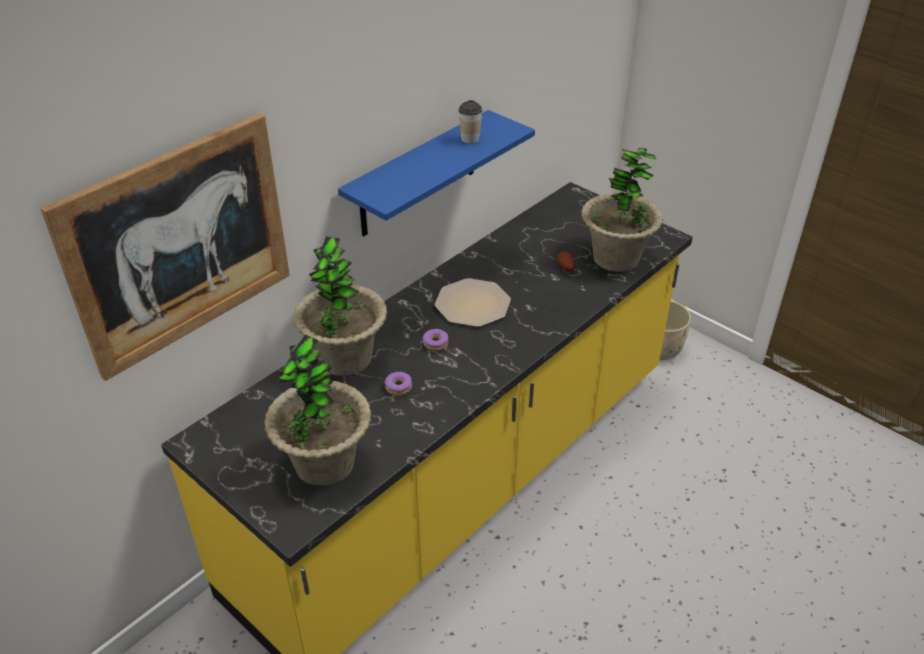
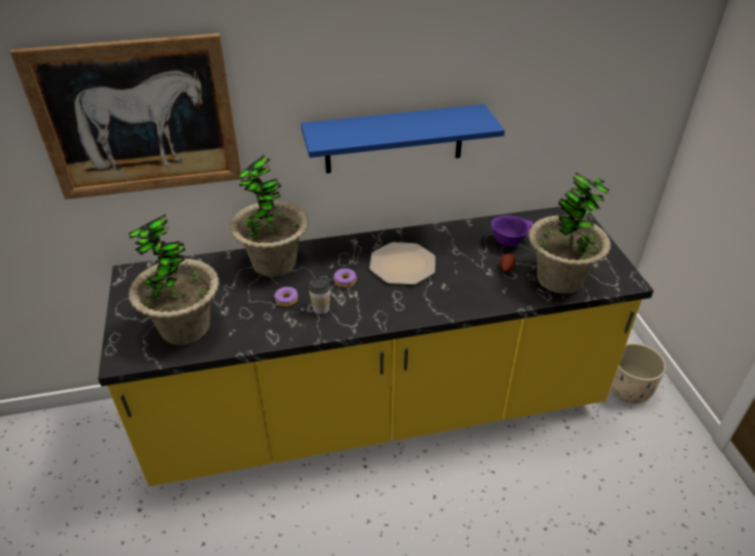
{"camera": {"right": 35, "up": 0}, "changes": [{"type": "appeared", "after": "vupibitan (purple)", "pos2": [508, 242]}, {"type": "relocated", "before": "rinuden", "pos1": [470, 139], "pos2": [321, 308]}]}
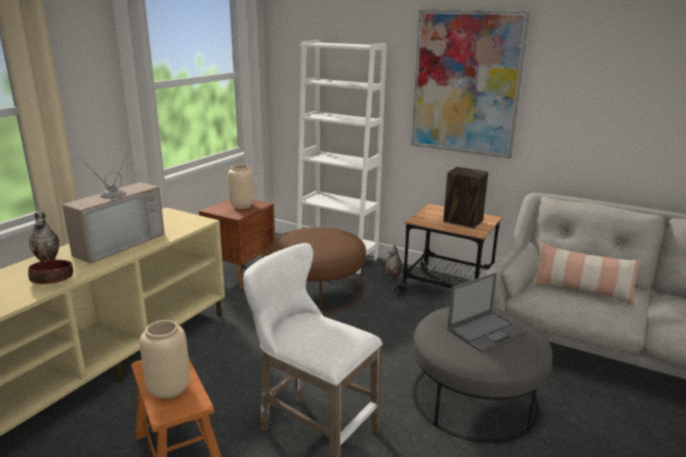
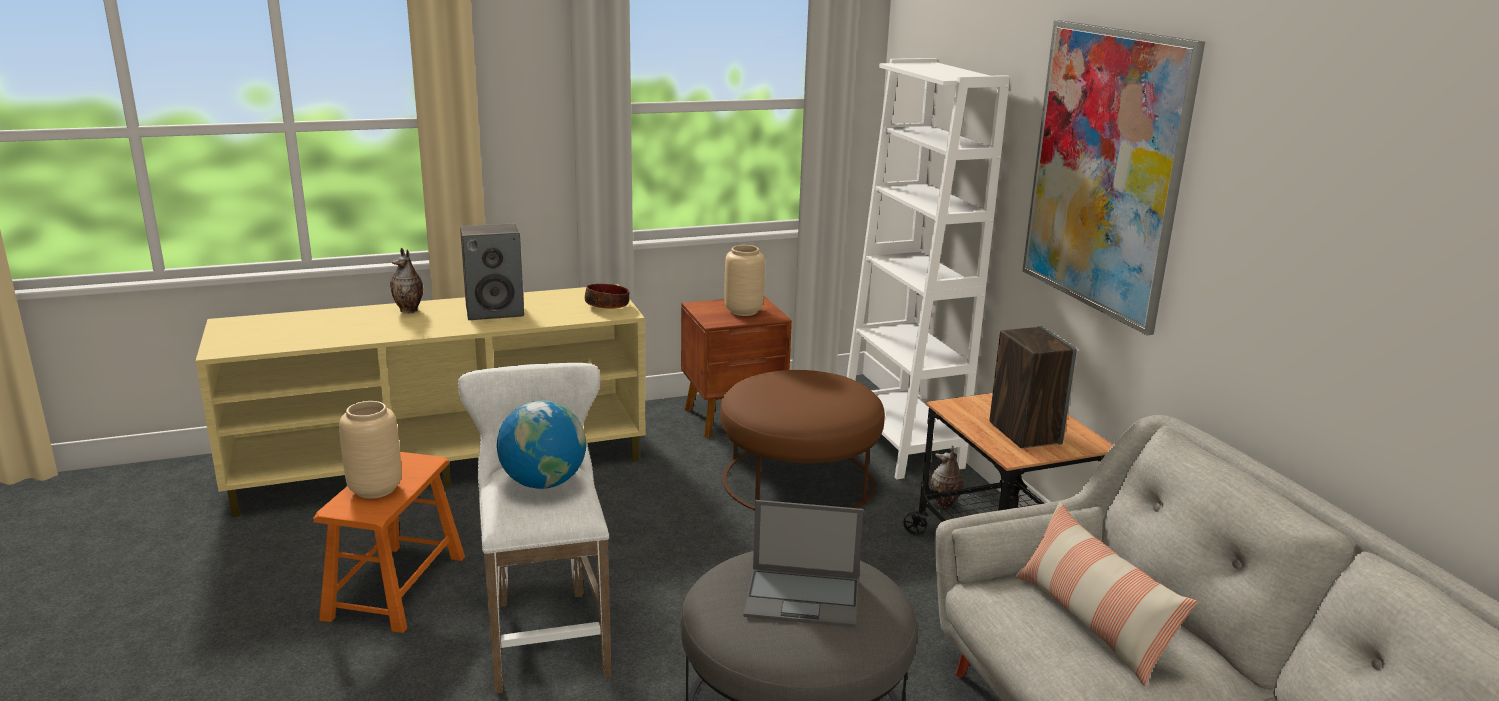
{"camera": {"right": 40, "up": 0}, "changes": [{"type": "appeared", "after": "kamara", "pos2": [544, 483]}, {"type": "relocated", "before": "vupibitan", "pos1": [53, 279], "pos2": [607, 305]}, {"type": "exchanged", "before": "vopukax", "after": "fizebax", "pos1": [117, 243], "pos2": [495, 312]}]}
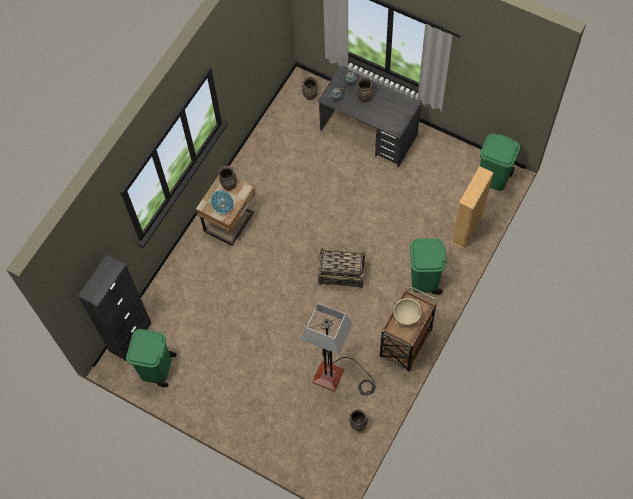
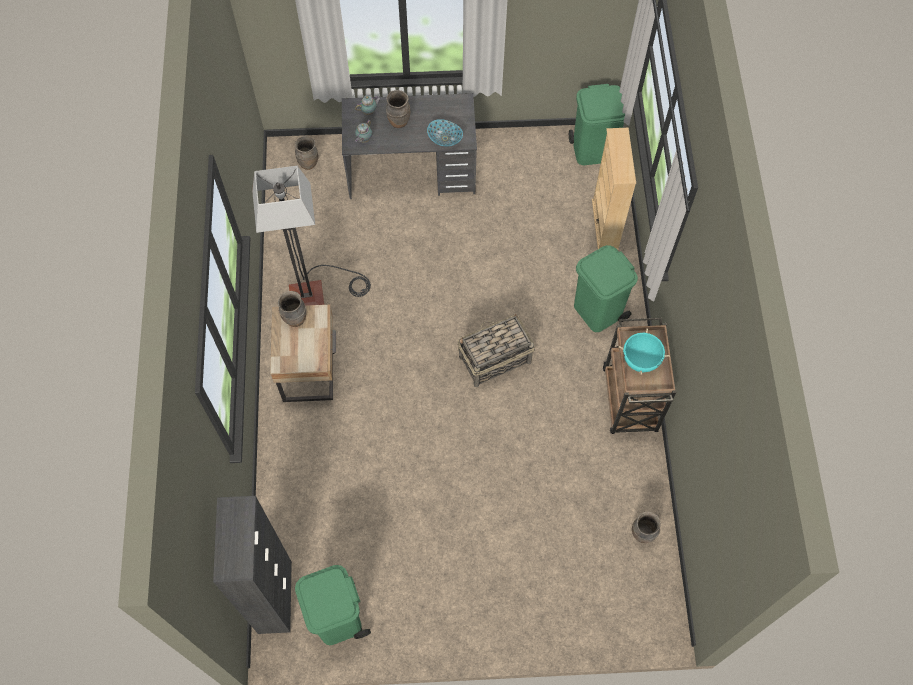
{"camera": {"right": -35, "up": 0}, "changes": [{"type": "relocated", "before": "vupibitan", "pos1": [223, 205], "pos2": [445, 138]}, {"type": "relocated", "before": "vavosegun", "pos1": [337, 377], "pos2": [318, 293]}, {"type": "colour", "before": "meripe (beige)", "after": "meripe (turquoise)", "pos1": [406, 317], "pos2": [641, 360]}]}
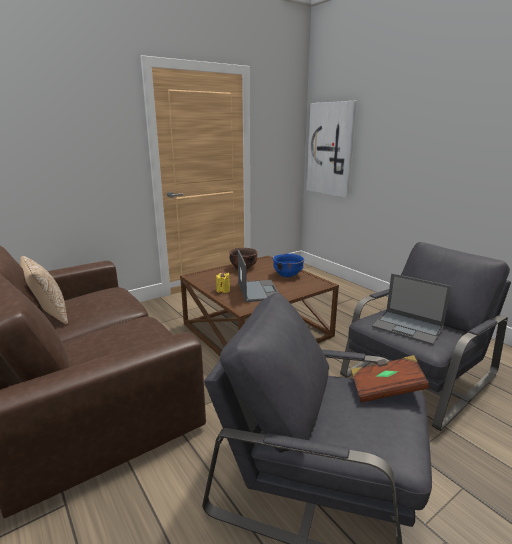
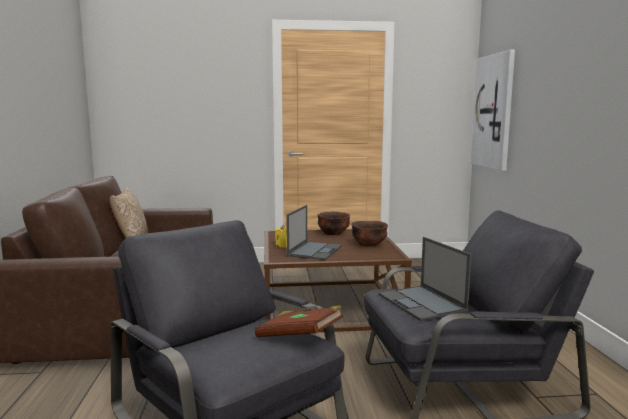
{"camera": {"right": 30, "up": -10}, "changes": [{"type": "colour", "before": "vupibitan (blue)", "after": "vupibitan (brown)", "pos1": [288, 275], "pos2": [369, 245]}]}
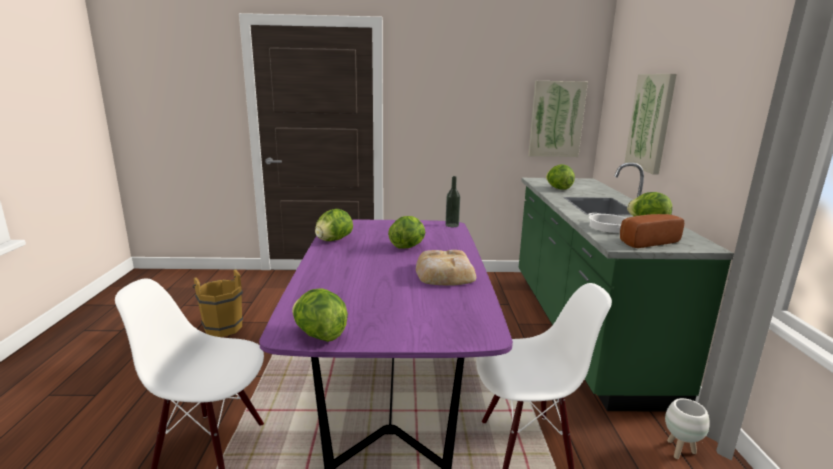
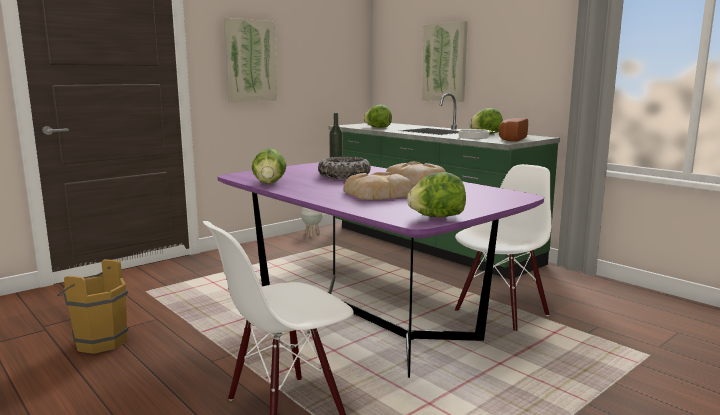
{"camera": {"right": -40, "up": -5}, "changes": [{"type": "appeared", "after": "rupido", "pos2": [380, 194]}, {"type": "relocated", "before": "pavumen", "pos1": [556, 119], "pos2": [250, 61]}, {"type": "relocated", "before": "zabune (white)", "pos1": [679, 450], "pos2": [312, 234]}, {"type": "exchanged", "before": "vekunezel", "after": "vupibitan", "pos1": [408, 246], "pos2": [344, 176]}]}
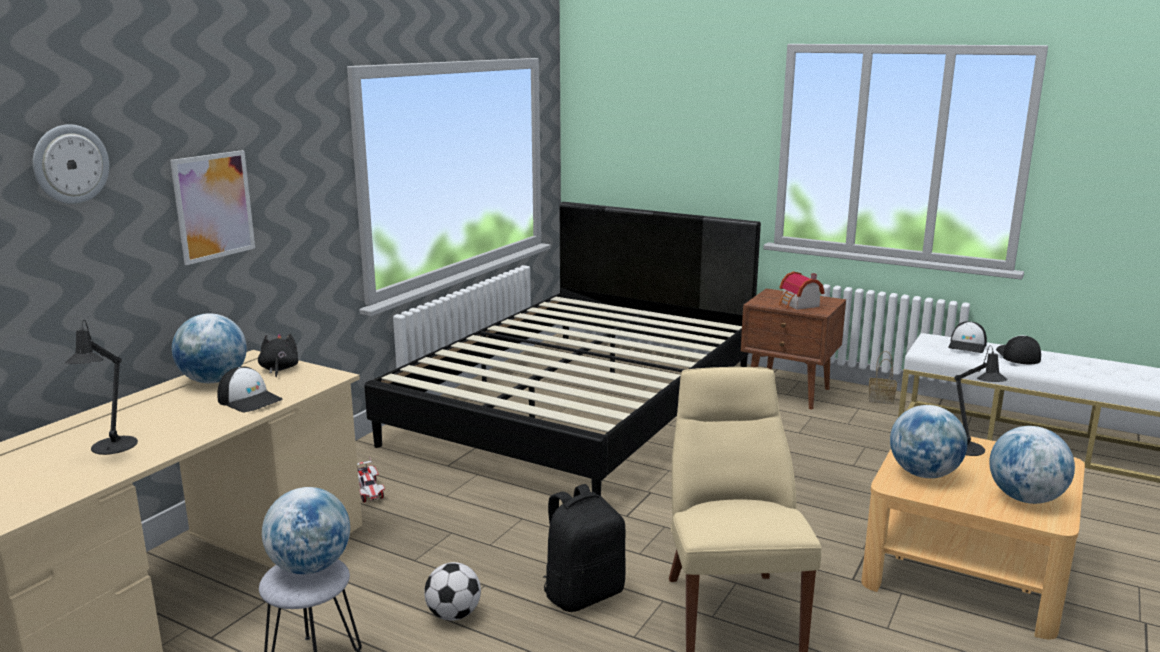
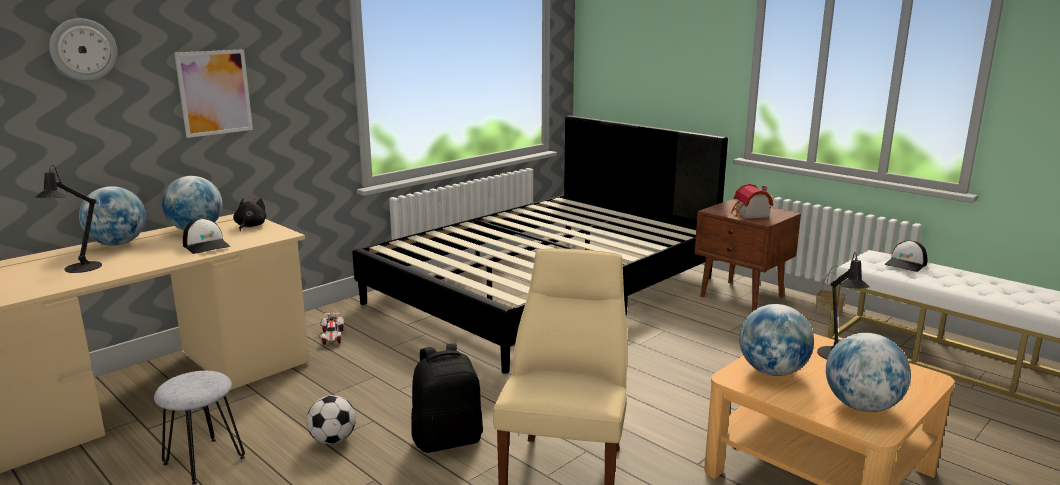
{"camera": {"right": 15, "up": 0}, "changes": [{"type": "missing", "before": "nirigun", "pos1": [1017, 355]}, {"type": "relocated", "before": "kamara", "pos1": [310, 567], "pos2": [118, 244]}]}
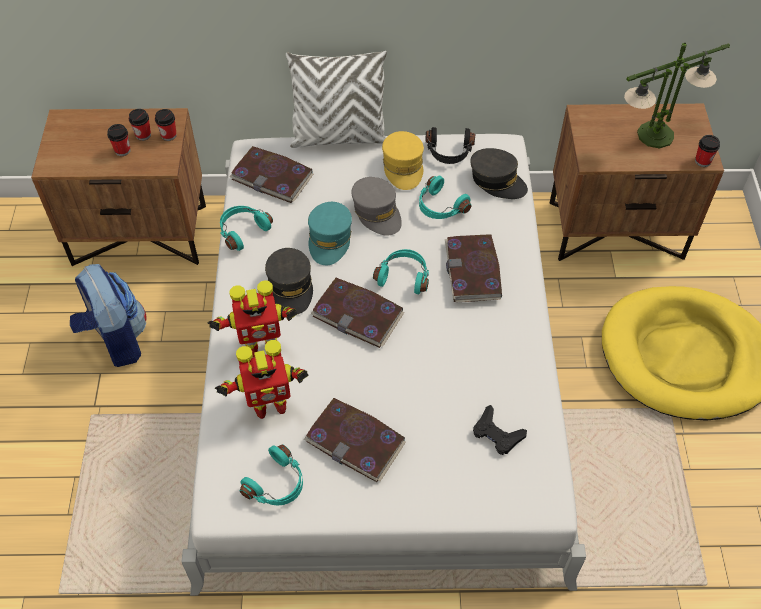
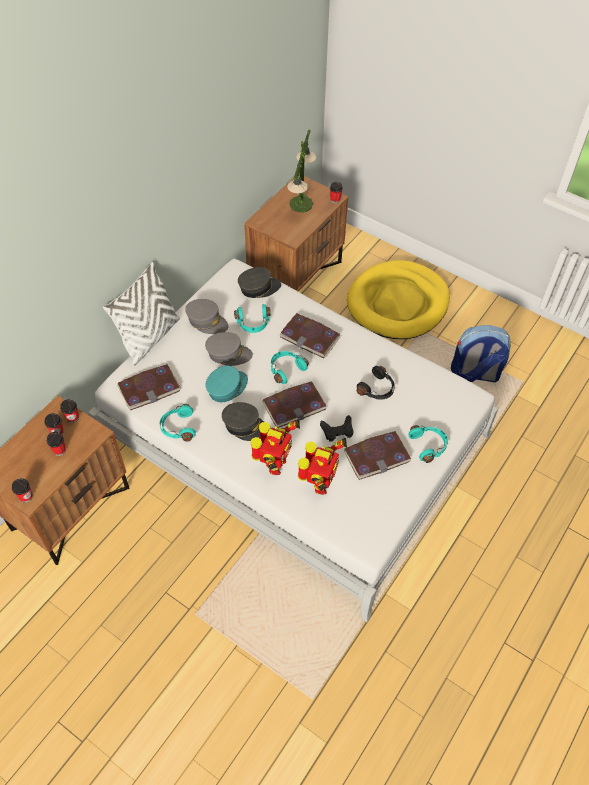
{"camera": {"right": -55, "up": 0}, "changes": [{"type": "appeared", "after": "rinuden", "pos2": [26, 496]}, {"type": "relocated", "before": "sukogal", "pos1": [116, 339], "pos2": [474, 374]}, {"type": "relocated", "before": "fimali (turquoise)", "pos1": [277, 484], "pos2": [428, 445]}, {"type": "relocated", "before": "fimali (black)", "pos1": [449, 152], "pos2": [377, 389]}, {"type": "relocated", "before": "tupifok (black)", "pos1": [497, 434], "pos2": [337, 430]}, {"type": "colour", "before": "nirigun (yellow)", "after": "nirigun (grey)", "pos1": [403, 166], "pos2": [207, 321]}, {"type": "spun", "before": "nirigun (turquoise)", "pos1": [330, 239], "pos2": [227, 388], "turn": -90}]}
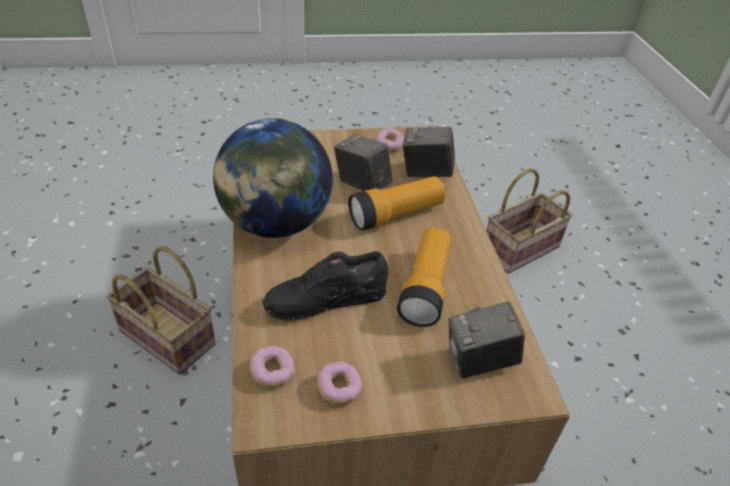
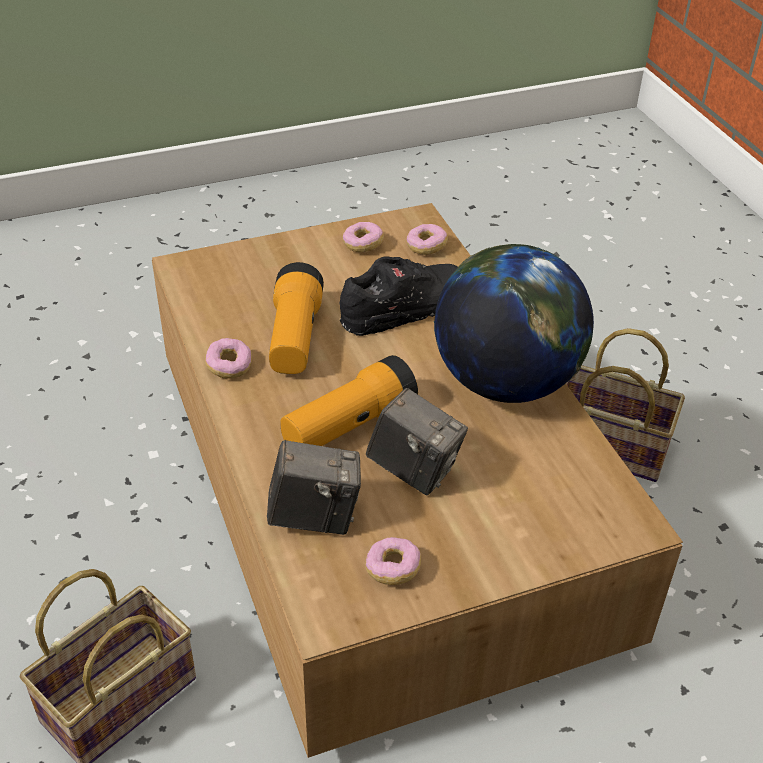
{"camera": {"right": 170, "up": 0}, "changes": [{"type": "missing", "before": "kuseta", "pos1": [479, 362]}, {"type": "appeared", "after": "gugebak", "pos2": [229, 366]}]}
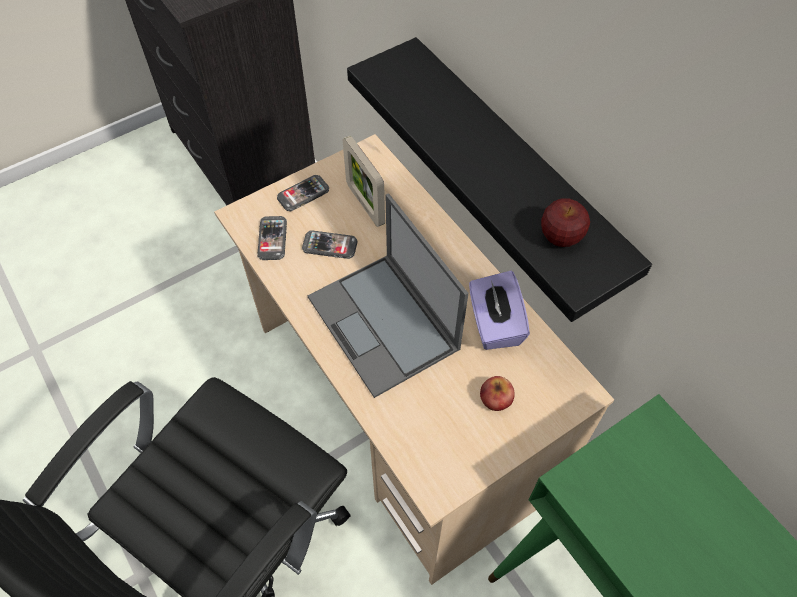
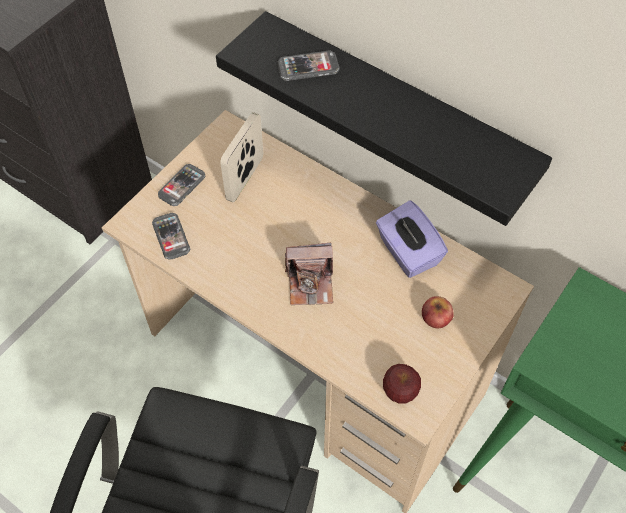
{"camera": {"right": -20, "up": 0}, "changes": [{"type": "relocated", "before": "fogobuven", "pos1": [330, 246], "pos2": [308, 67]}, {"type": "relocated", "before": "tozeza", "pos1": [560, 237], "pos2": [399, 391]}, {"type": "exchanged", "before": "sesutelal", "after": "kuseta", "pos1": [384, 324], "pos2": [310, 283]}, {"type": "spun", "before": "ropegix", "pos1": [365, 204], "pos2": [245, 179], "turn": 75}]}
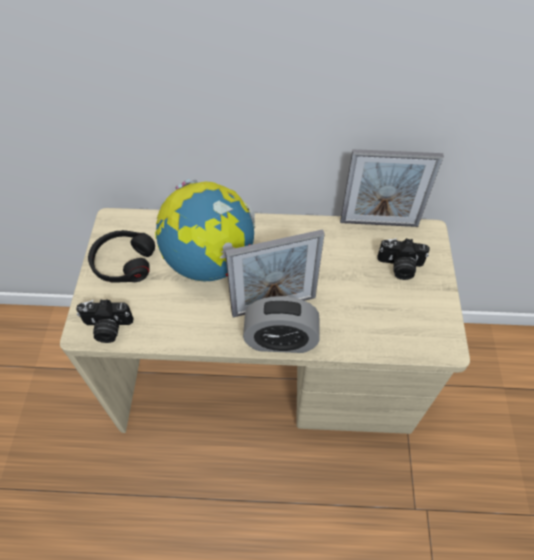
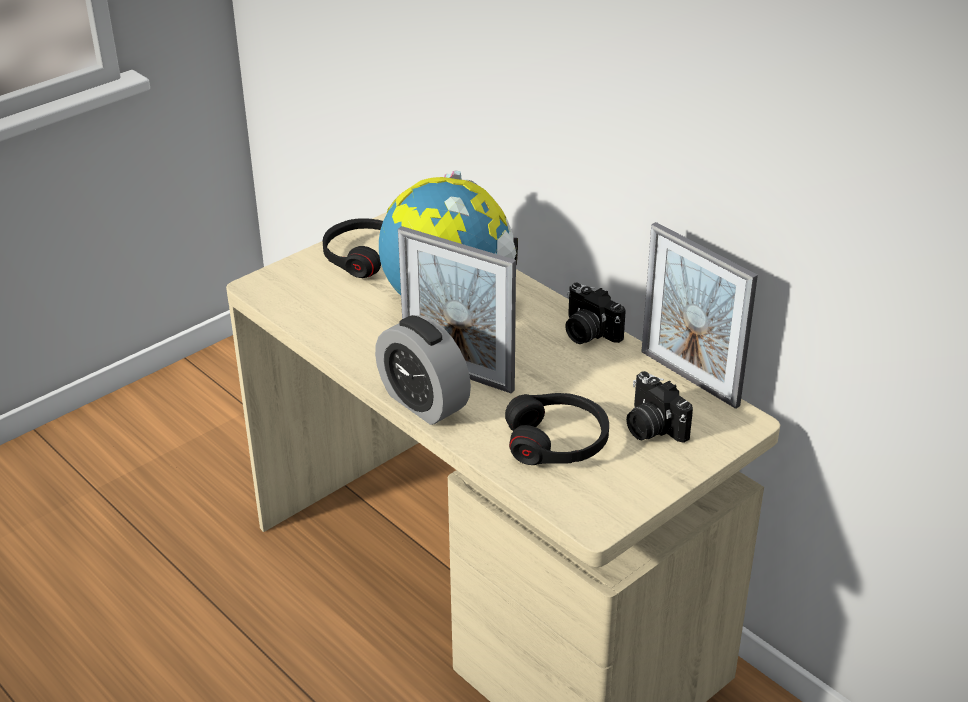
{"camera": {"right": 45, "up": -20}, "changes": [{"type": "appeared", "after": "fimali (black)", "pos2": [557, 441]}, {"type": "relocated", "before": "kuseta", "pos1": [107, 328], "pos2": [587, 333]}]}
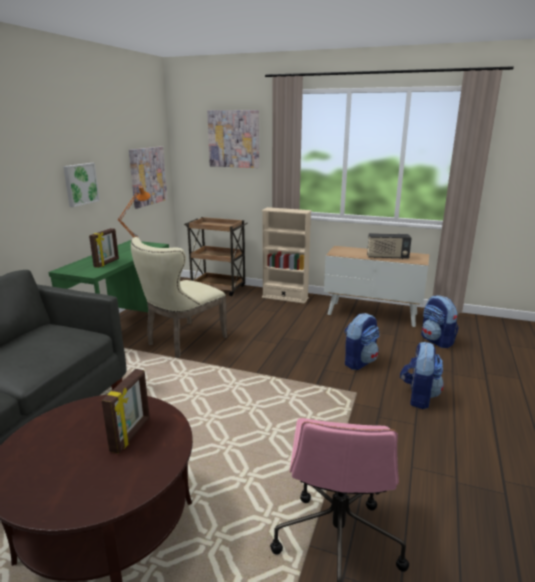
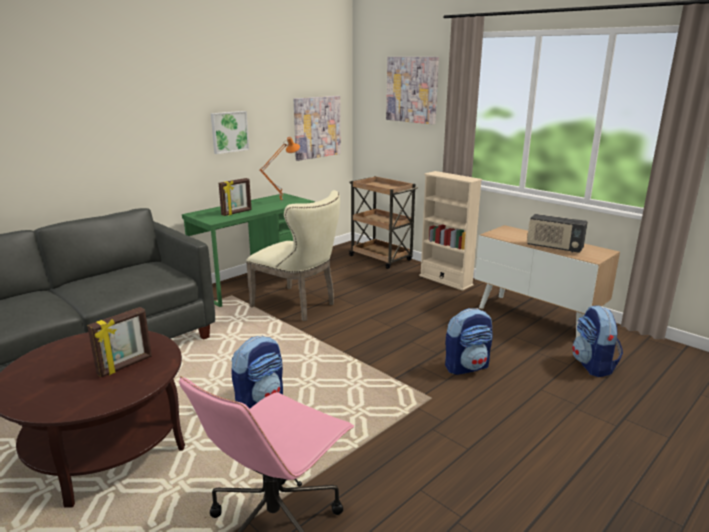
{"camera": {"right": 25, "up": 0}, "changes": [{"type": "relocated", "before": "sukogal", "pos1": [418, 397], "pos2": [260, 400]}, {"type": "spun", "before": "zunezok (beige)", "pos1": [182, 341], "pos2": [298, 305], "turn": -120}]}
